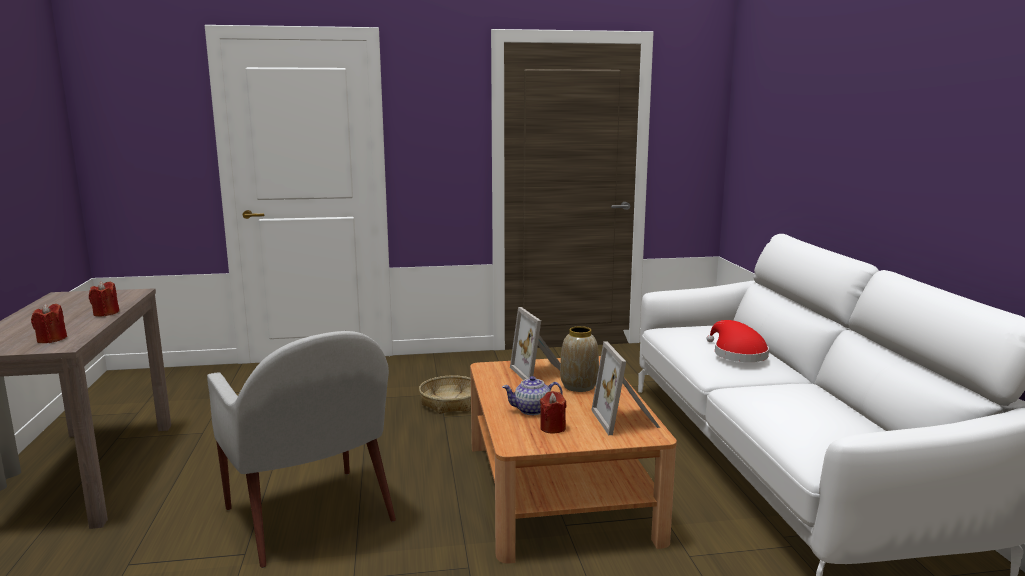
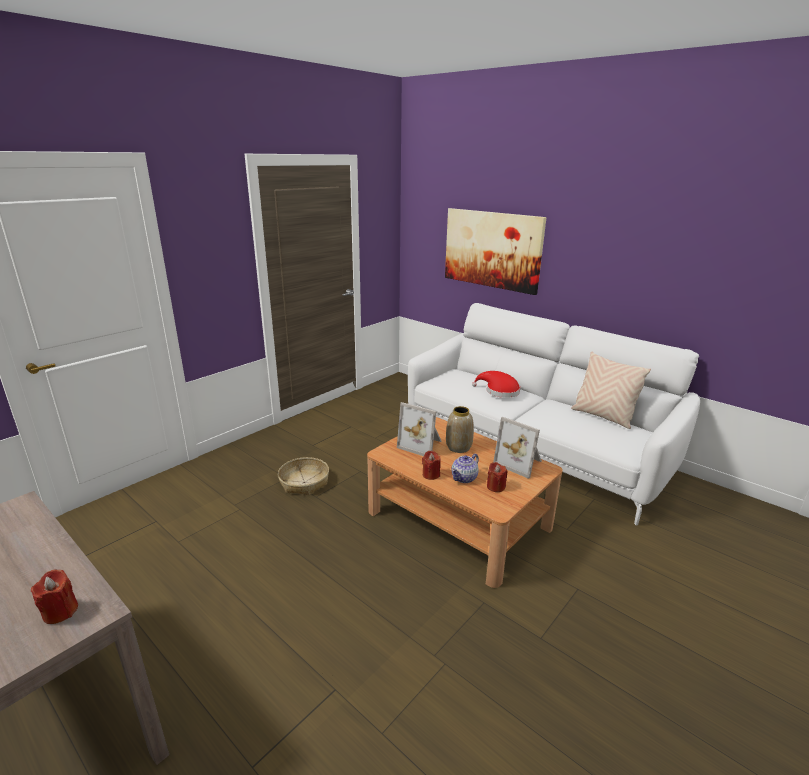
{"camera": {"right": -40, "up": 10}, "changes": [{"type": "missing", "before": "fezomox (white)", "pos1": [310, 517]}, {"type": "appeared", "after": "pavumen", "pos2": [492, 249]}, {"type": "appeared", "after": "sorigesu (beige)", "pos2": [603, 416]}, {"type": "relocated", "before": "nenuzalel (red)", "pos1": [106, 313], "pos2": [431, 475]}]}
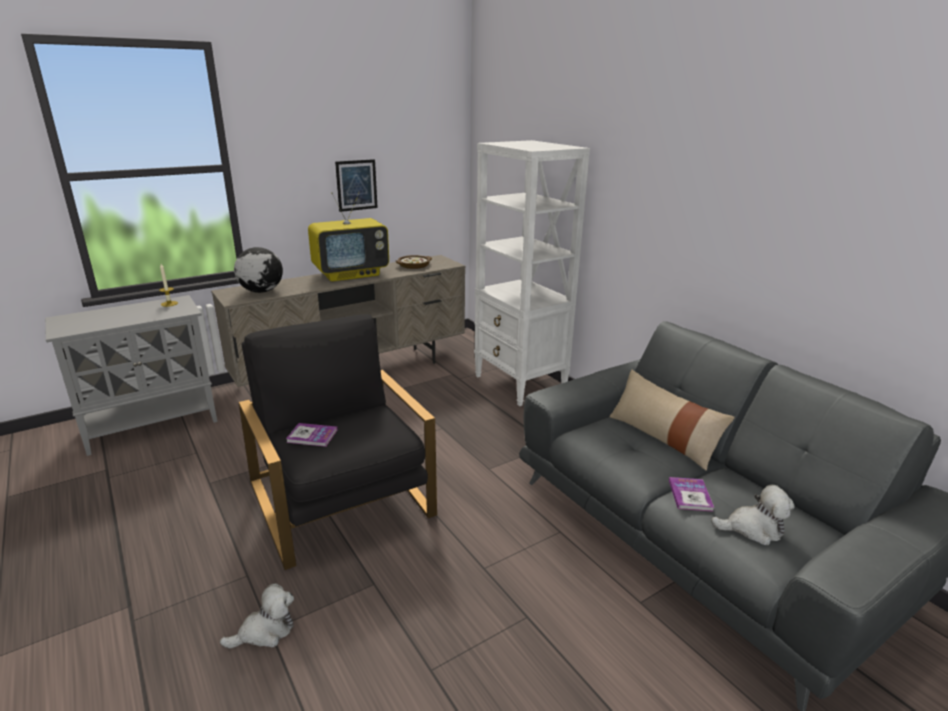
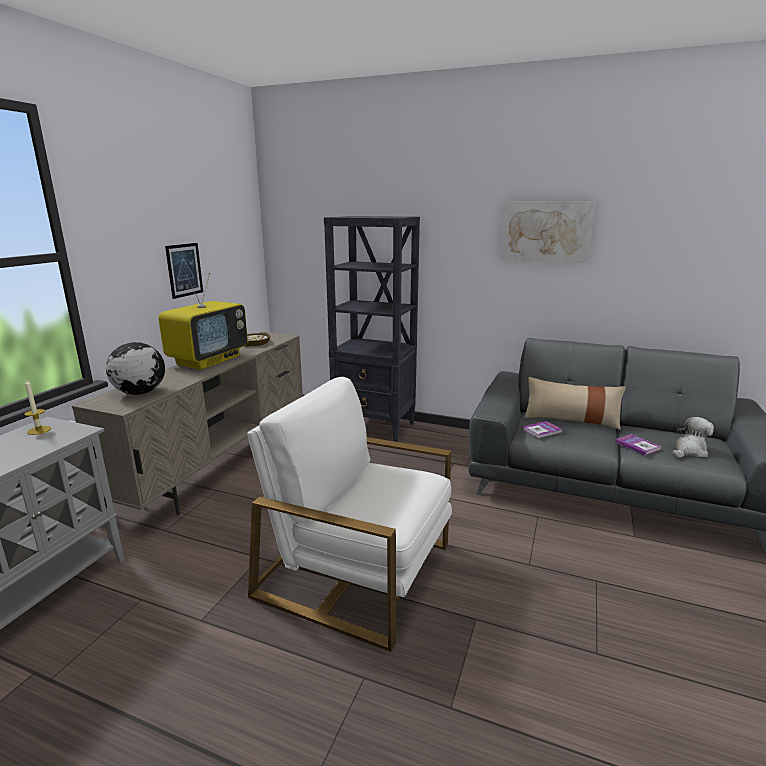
{"camera": {"right": -35, "up": -5}, "changes": [{"type": "missing", "before": "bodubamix", "pos1": [265, 631]}, {"type": "appeared", "after": "pavumen", "pos2": [546, 231]}, {"type": "relocated", "before": "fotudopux", "pos1": [312, 436], "pos2": [542, 430]}, {"type": "colour", "before": "fezomox (black)", "after": "fezomox (white)", "pos1": [342, 499], "pos2": [358, 569]}, {"type": "colour", "before": "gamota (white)", "after": "gamota (black)", "pos1": [520, 384], "pos2": [375, 428]}]}
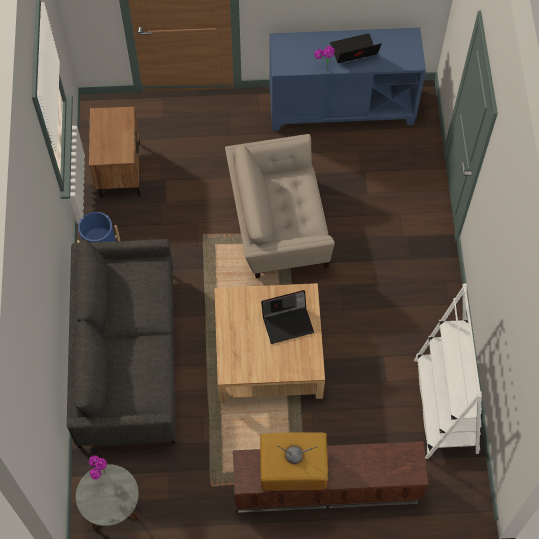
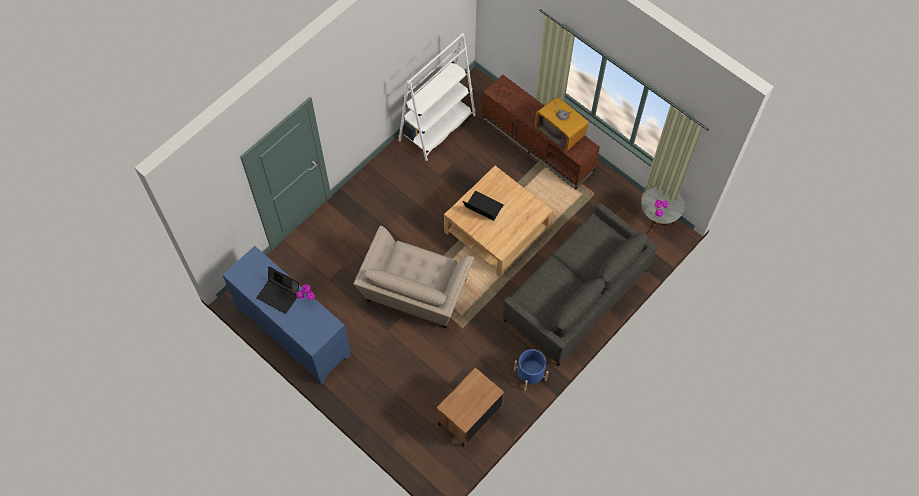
{"camera": {"right": -135, "up": 0}, "changes": [{"type": "spun", "before": "fezomox (beige)", "pos1": [278, 227], "pos2": [415, 293], "turn": 75}]}
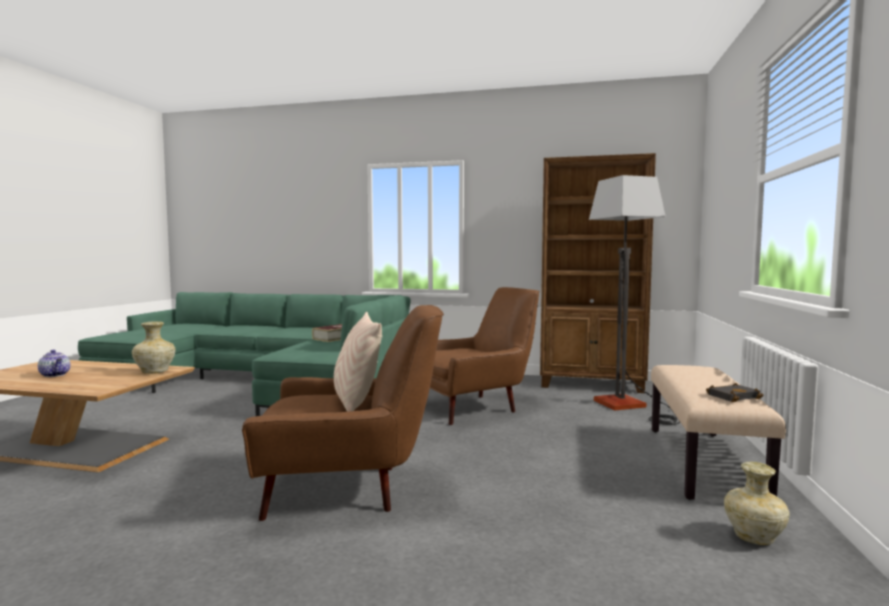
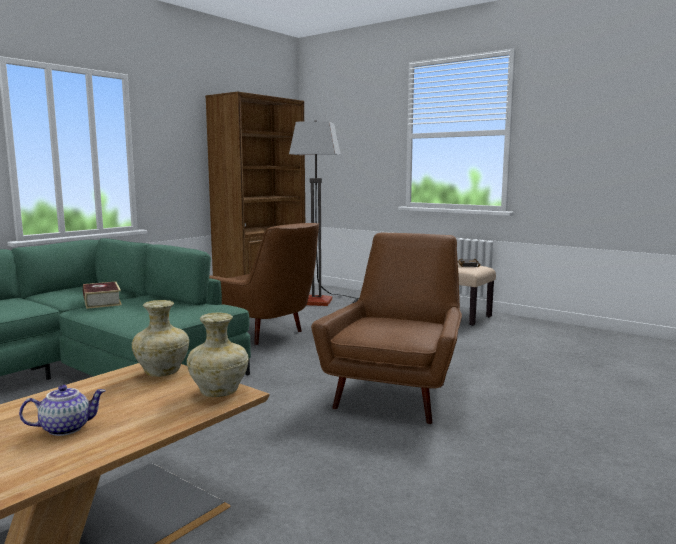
{"camera": {"right": -65, "up": 5}, "changes": [{"type": "missing", "before": "sorigesu (beige)", "pos1": [356, 402]}, {"type": "relocated", "before": "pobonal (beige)", "pos1": [754, 538], "pos2": [220, 392]}, {"type": "spun", "before": "fezomox (brown)", "pos1": [474, 407], "pos2": [262, 332], "turn": 135}]}
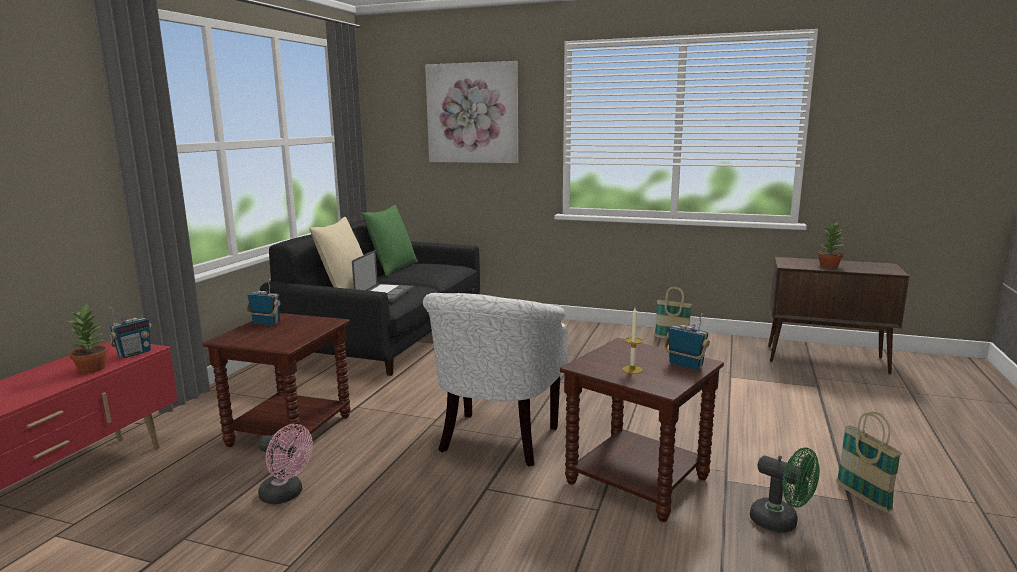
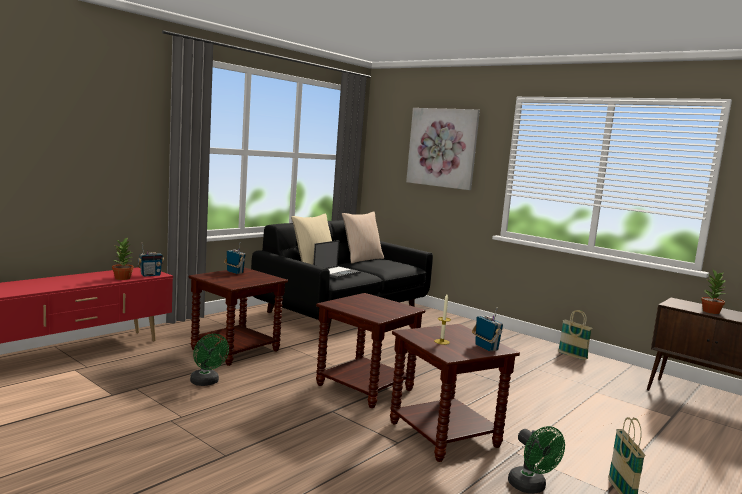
{"camera": {"right": 20, "up": -5}, "changes": [{"type": "exchanged", "before": "fezomox (white)", "after": "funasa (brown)", "pos1": [496, 442], "pos2": [363, 388]}, {"type": "colour", "before": "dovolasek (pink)", "after": "dovolasek (green)", "pos1": [286, 495], "pos2": [206, 382]}, {"type": "colour", "before": "sorigesu (green)", "after": "sorigesu (beige)", "pos1": [393, 268], "pos2": [361, 259]}]}
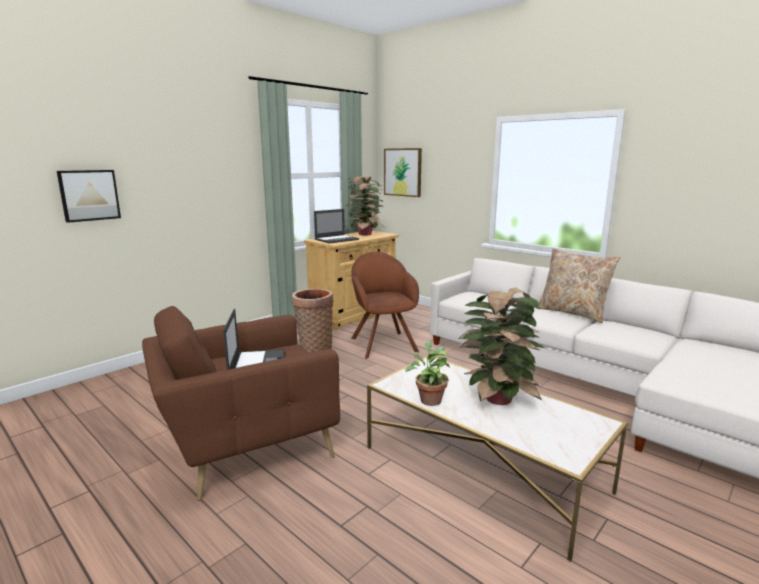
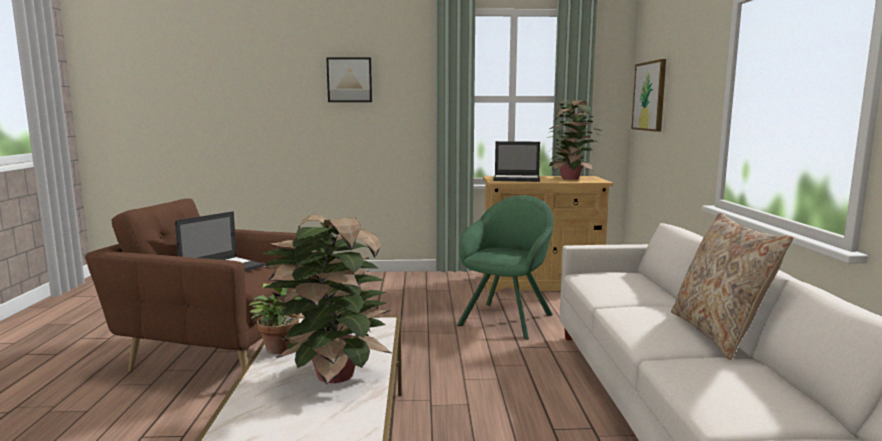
{"camera": {"right": 45, "up": -5}, "changes": [{"type": "missing", "before": "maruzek", "pos1": [314, 347]}, {"type": "relocated", "before": "pavumen", "pos1": [89, 195], "pos2": [349, 80]}, {"type": "colour", "before": "fezomox (brown)", "after": "fezomox (green)", "pos1": [382, 343], "pos2": [508, 318]}]}
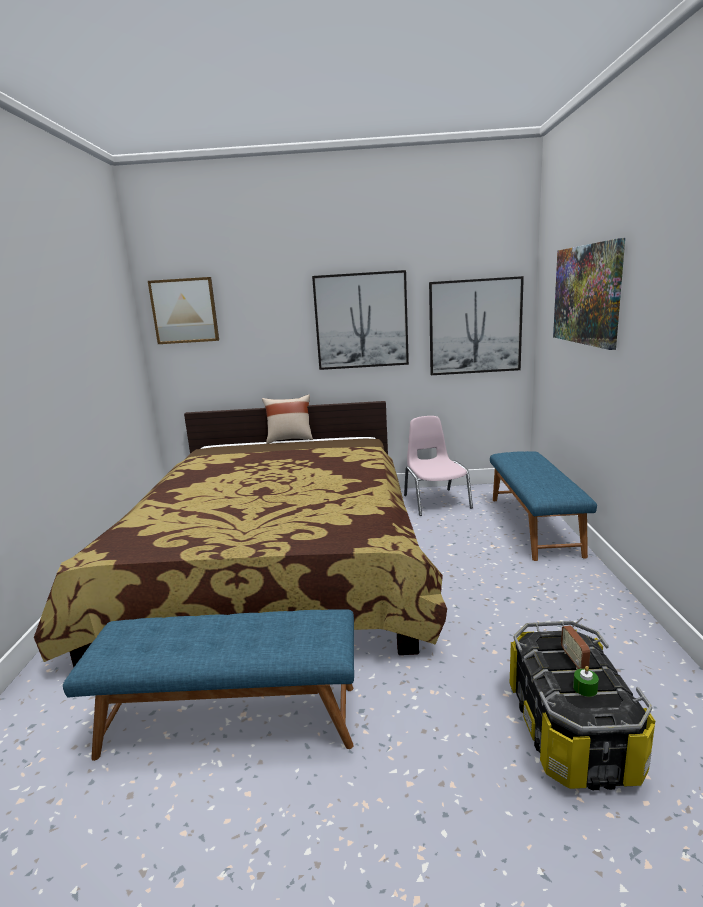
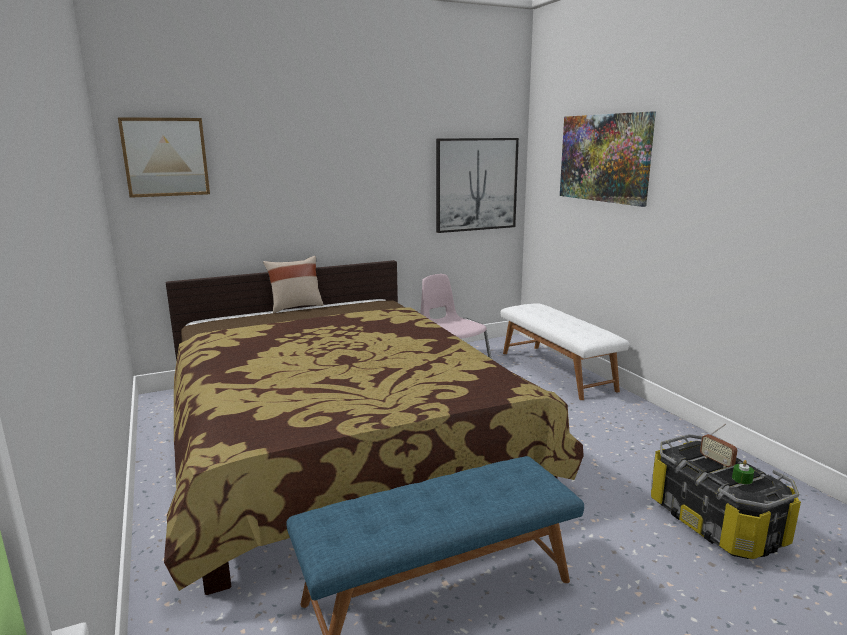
{"camera": {"right": -25, "up": 0}, "changes": [{"type": "missing", "before": "pavumen", "pos1": [361, 321]}, {"type": "colour", "before": "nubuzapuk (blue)", "after": "nubuzapuk (white)", "pos1": [535, 525], "pos2": [557, 370]}]}
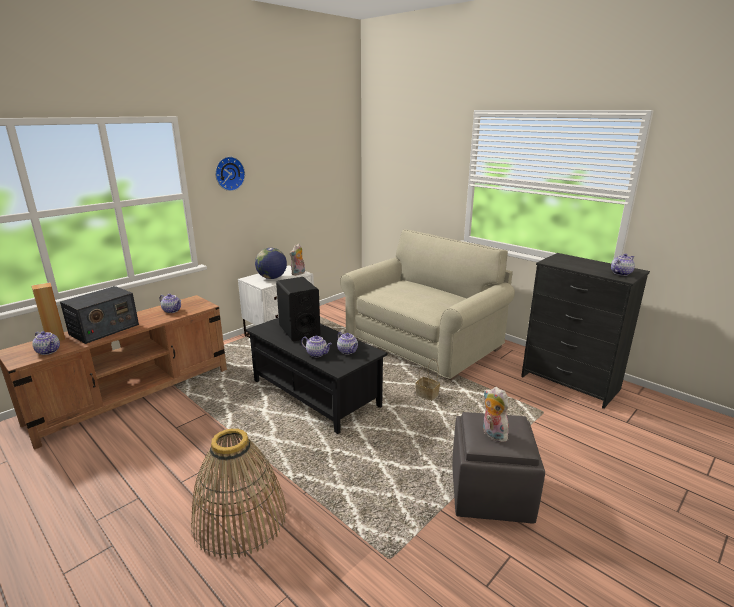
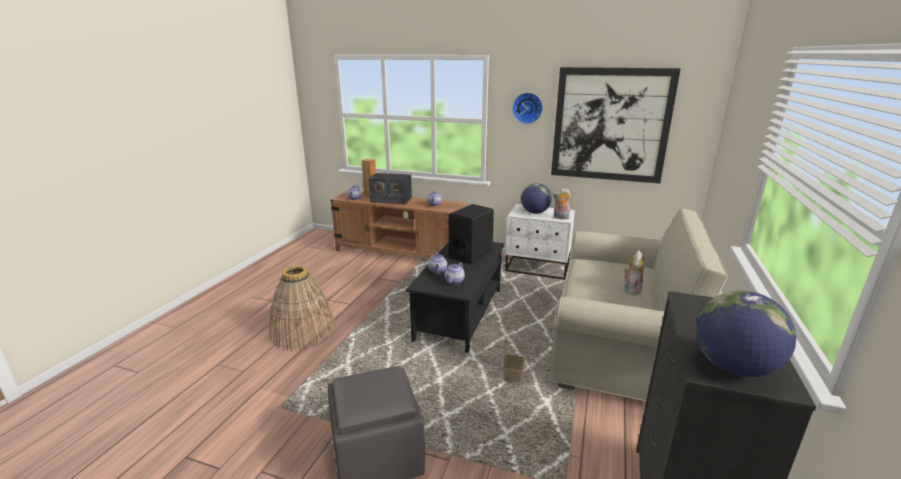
{"camera": {"right": 65, "up": 0}, "changes": [{"type": "appeared", "after": "pavumen", "pos2": [610, 125]}, {"type": "relocated", "before": "bodubamix", "pos1": [492, 434], "pos2": [631, 289]}, {"type": "exchanged", "before": "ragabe", "after": "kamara", "pos1": [620, 273], "pos2": [733, 367]}]}
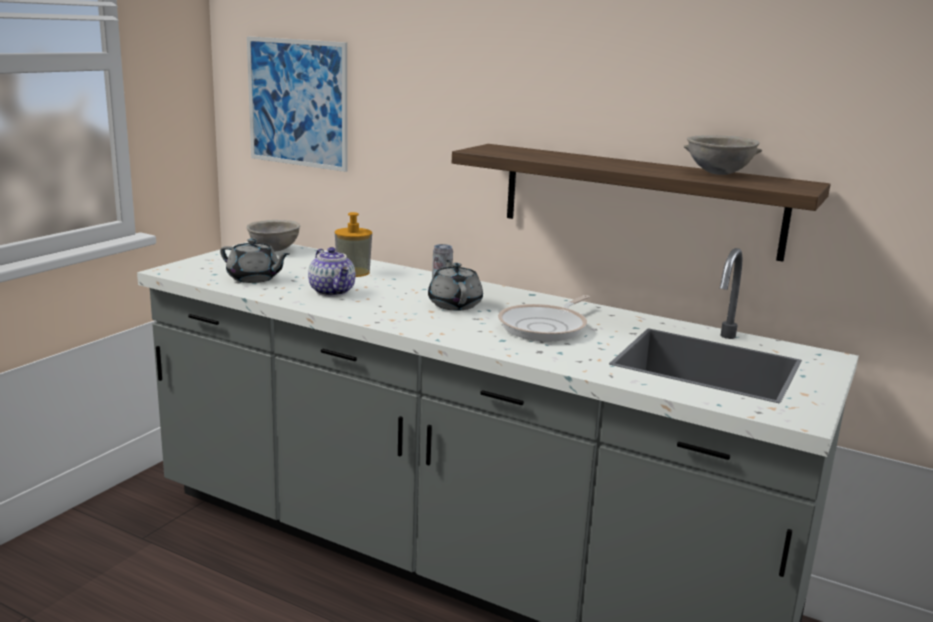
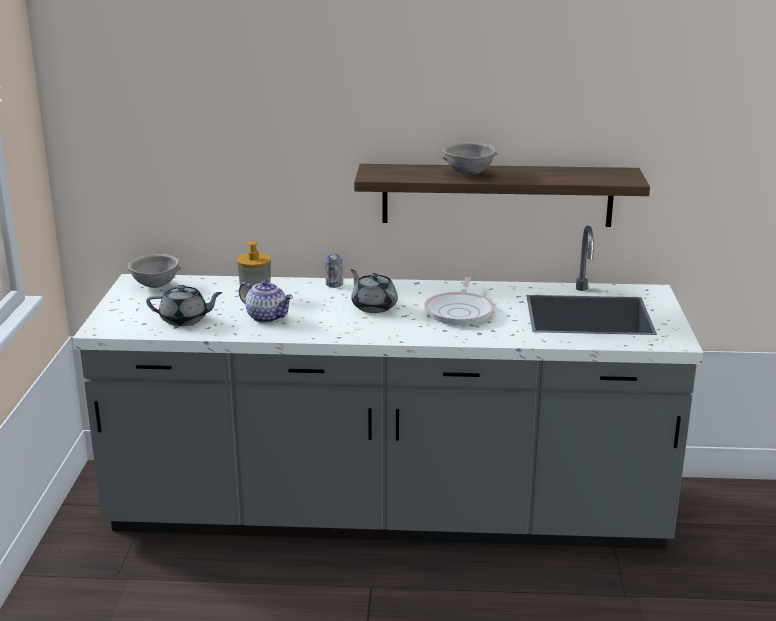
{"camera": {"right": -25, "up": 5}, "changes": [{"type": "missing", "before": "pavumen", "pos1": [297, 103]}, {"type": "relocated", "before": "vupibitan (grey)", "pos1": [719, 174], "pos2": [469, 174]}]}
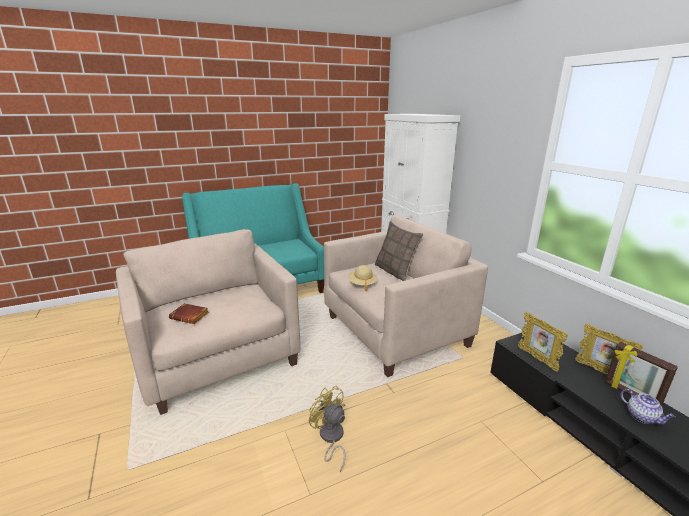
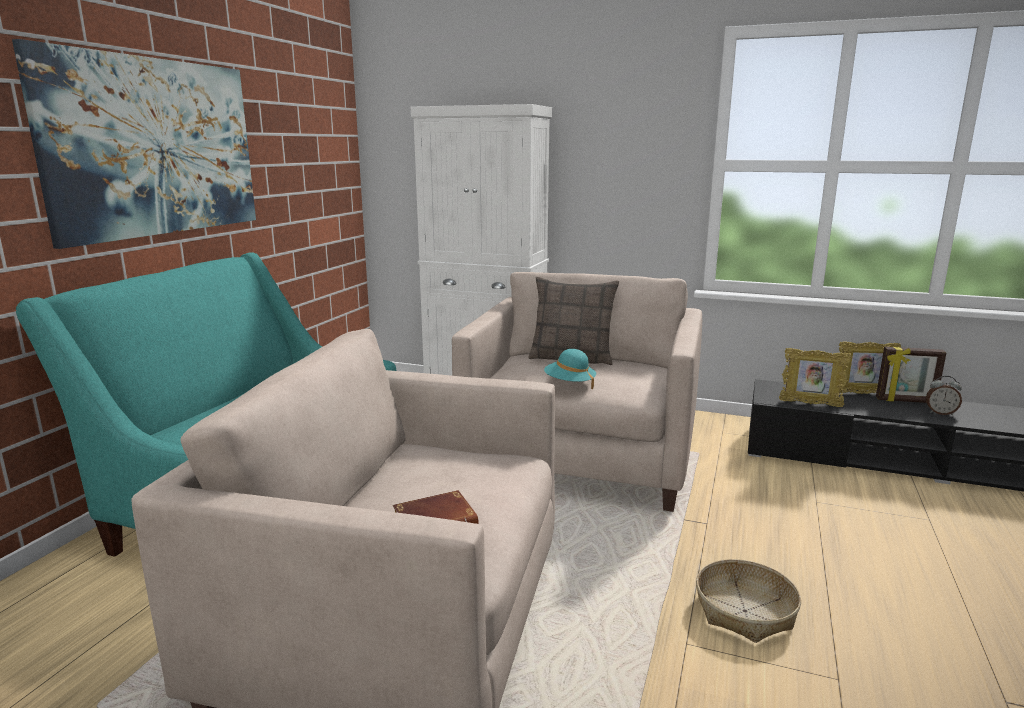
{"camera": {"right": -45, "up": -5}, "changes": [{"type": "appeared", "after": "pavumen", "pos2": [155, 147]}, {"type": "exchanged", "before": "dovolasek (yellow)", "after": "maruzek", "pos1": [330, 438], "pos2": [745, 611]}, {"type": "exchanged", "before": "ragabe", "after": "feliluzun", "pos1": [642, 417], "pos2": [940, 413]}, {"type": "colour", "before": "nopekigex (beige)", "after": "nopekigex (turquoise)", "pos1": [362, 284], "pos2": [569, 384]}]}
